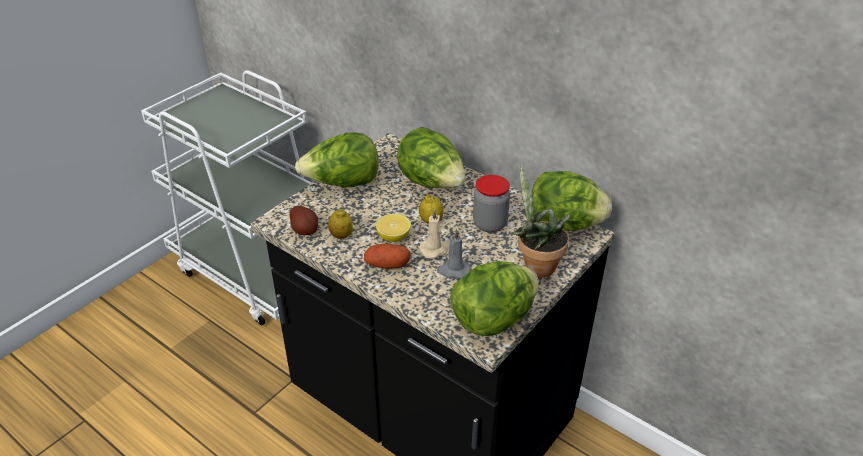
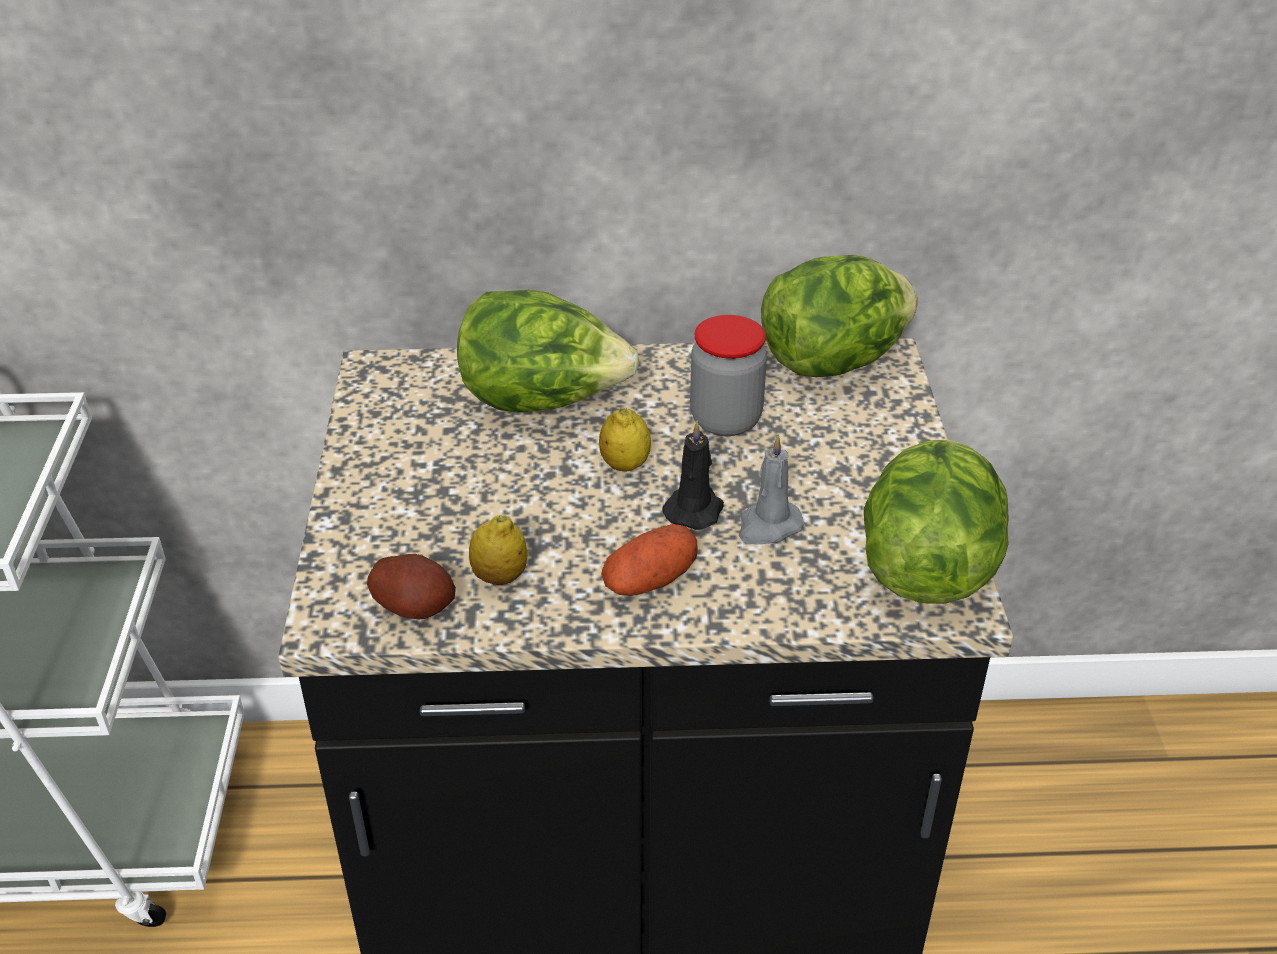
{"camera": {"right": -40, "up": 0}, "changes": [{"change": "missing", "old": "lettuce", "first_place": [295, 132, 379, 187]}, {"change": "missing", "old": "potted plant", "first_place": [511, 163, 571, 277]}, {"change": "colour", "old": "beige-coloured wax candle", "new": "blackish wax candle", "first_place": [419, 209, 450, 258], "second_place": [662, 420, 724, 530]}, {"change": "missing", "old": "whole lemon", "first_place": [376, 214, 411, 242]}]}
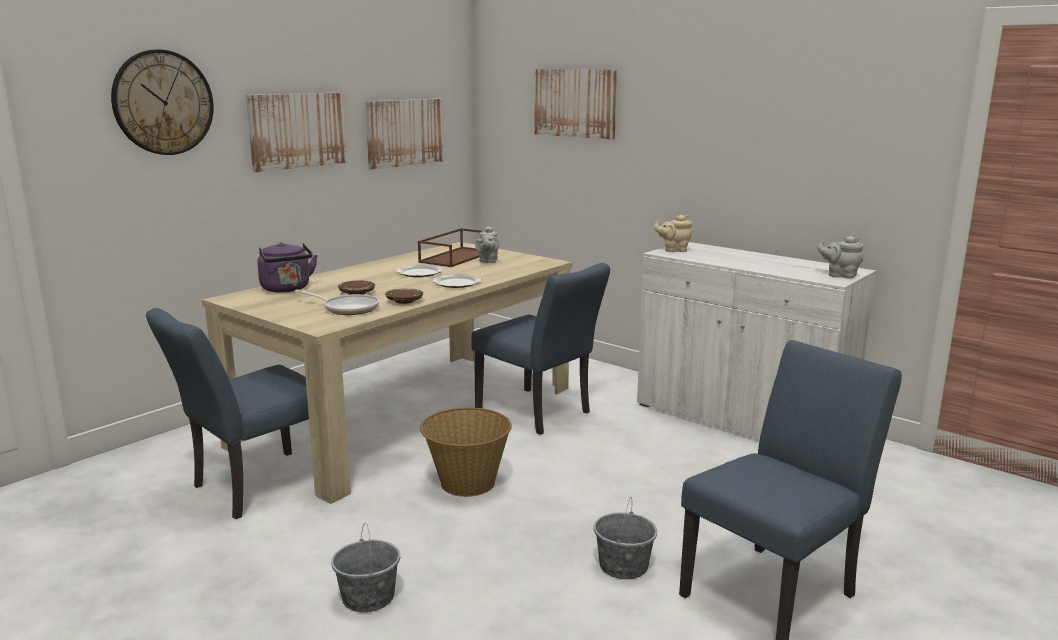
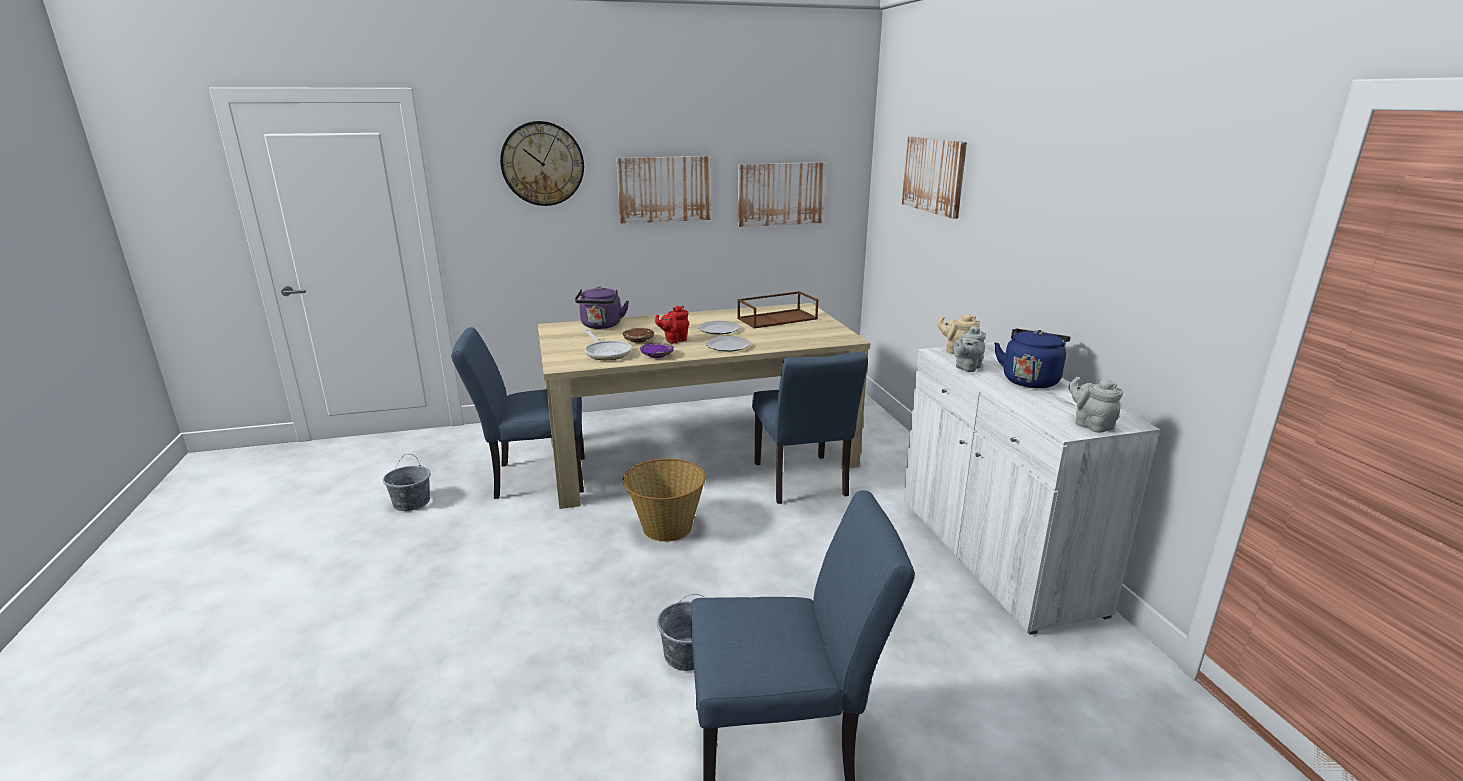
{"camera": {"right": 35, "up": 5}, "changes": [{"change": "relocated", "old": "greyish pot for tea", "first_place": [475, 226, 500, 263], "second_place": [953, 325, 986, 372]}, {"change": "colour", "old": "brownish dinner plate", "new": "purple-coloured dinner plate", "first_place": [385, 288, 423, 304], "second_place": [640, 343, 674, 358]}, {"change": "relocated", "old": "greyish bucket", "first_place": [331, 523, 400, 612], "second_place": [383, 454, 430, 511]}, {"change": "appeared", "new": "red pot for tea", "second_place": [655, 306, 689, 343]}, {"change": "appeared", "new": "bluish tea kettle", "second_place": [994, 329, 1070, 388]}]}
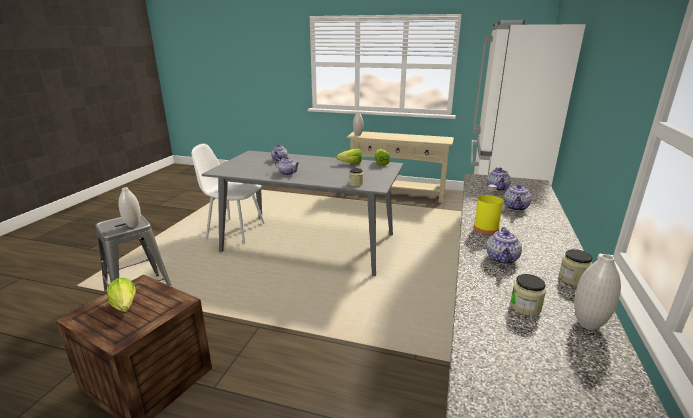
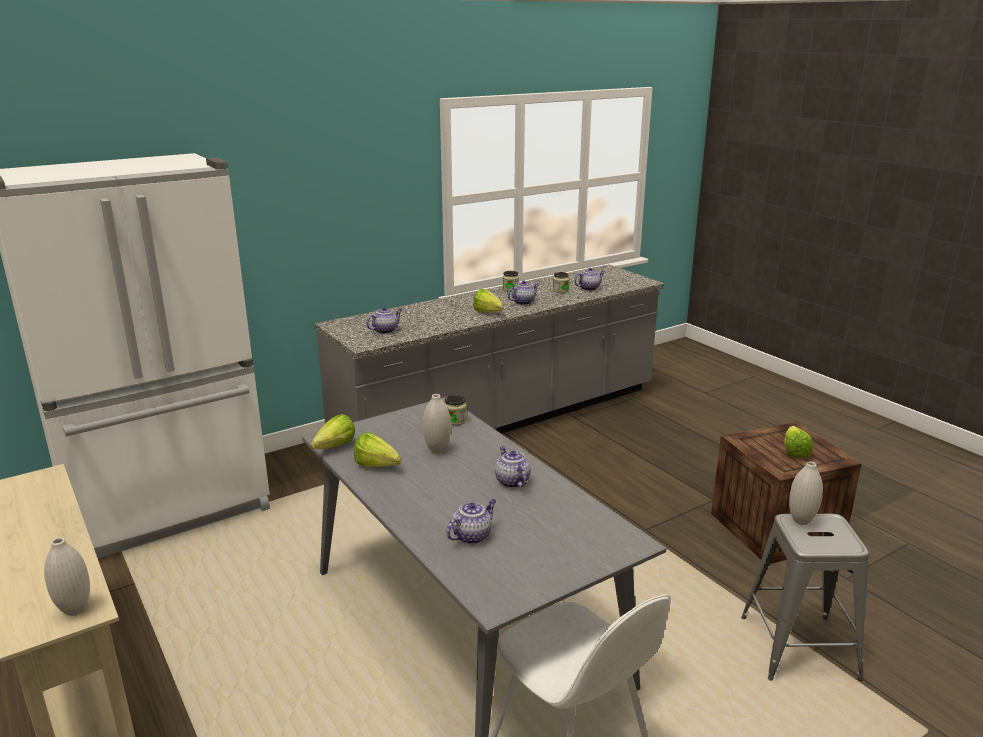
{"camera": {"right": -140, "up": 0}, "changes": [{"change": "relocated", "old": "pot for tea", "first_place": [504, 184, 531, 211], "second_place": [574, 268, 605, 291]}, {"change": "exchanged", "old": "yellowish drink bottle", "new": "lettuce", "first_place": [473, 185, 503, 235], "second_place": [473, 289, 504, 313]}, {"change": "relocated", "old": "white-coloured decorative vase", "first_place": [574, 254, 621, 330], "second_place": [423, 394, 451, 454]}]}
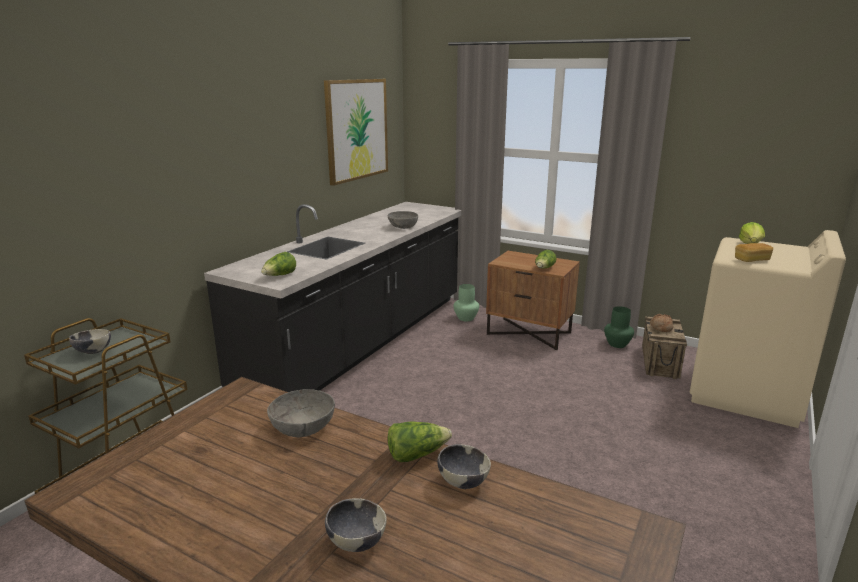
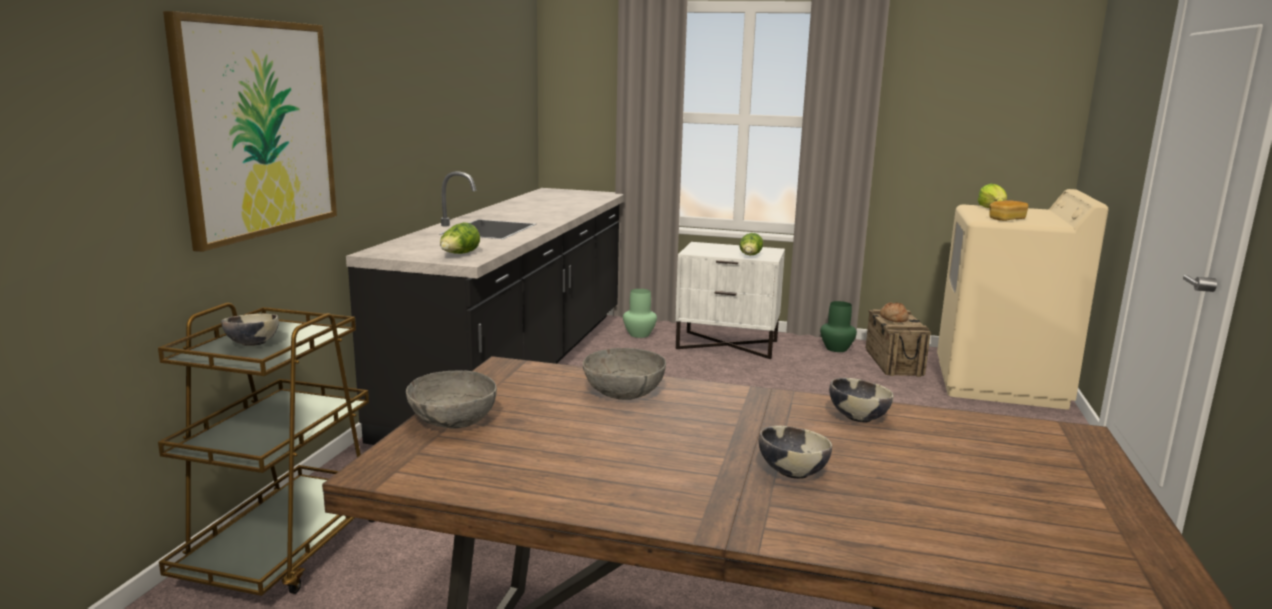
{"camera": {"right": -15, "up": -5}, "changes": [{"change": "relocated", "old": "wall art", "first_place": [324, 79, 388, 186], "second_place": [163, 11, 337, 252]}, {"change": "relocated", "old": "greyish deep dish", "first_place": [388, 211, 418, 229], "second_place": [406, 370, 497, 429]}, {"change": "colour", "old": "brownish night table", "new": "white-coloured night table", "first_place": [486, 251, 580, 350], "second_place": [675, 242, 785, 359]}, {"change": "missing", "old": "lettuce", "first_place": [387, 421, 452, 462]}]}
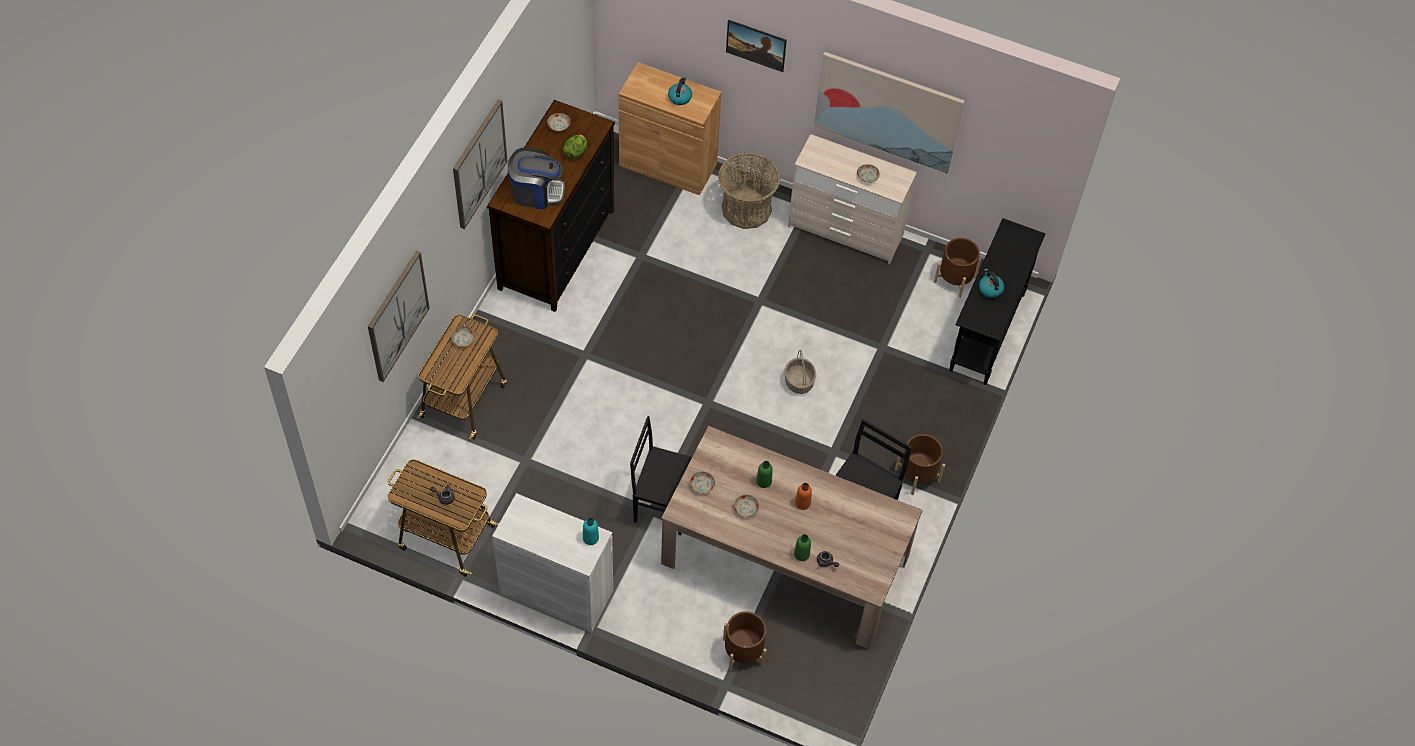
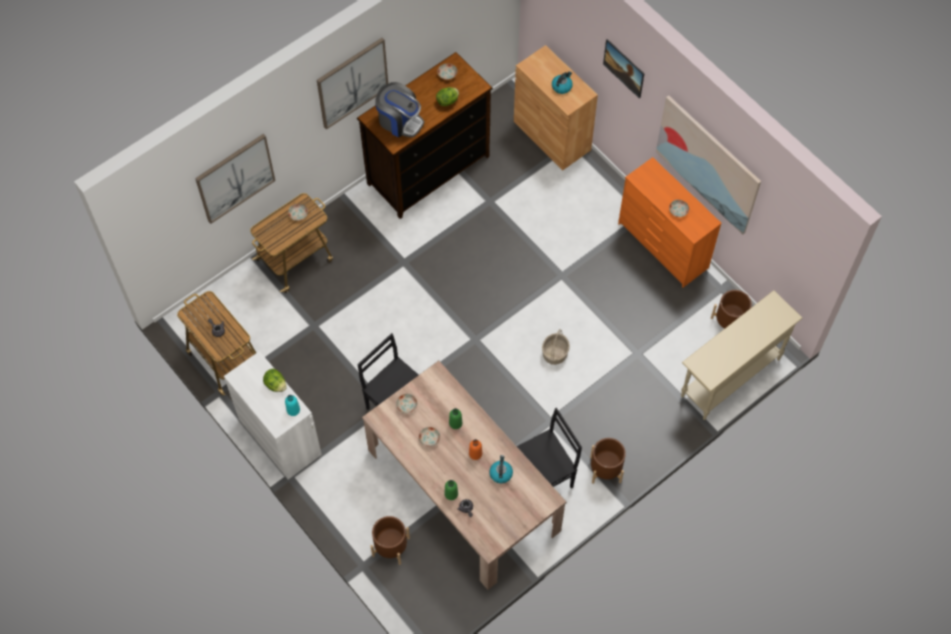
{"camera": {"right": 30, "up": 5}, "changes": [{"change": "colour", "old": "beige-coloured dresser", "new": "orange-coloured dresser", "first_place": [788, 134, 917, 264], "second_place": [618, 157, 722, 288]}, {"change": "missing", "old": "household basket", "first_place": [718, 152, 781, 229]}, {"change": "colour", "old": "blackish narrow table", "new": "beige-coloured narrow table", "first_place": [949, 218, 1045, 385], "second_place": [681, 290, 802, 420]}, {"change": "relocated", "old": "tea kettle", "first_place": [979, 269, 1004, 298], "second_place": [489, 455, 513, 483]}, {"change": "appeared", "new": "lettuce", "second_place": [263, 369, 287, 392]}]}
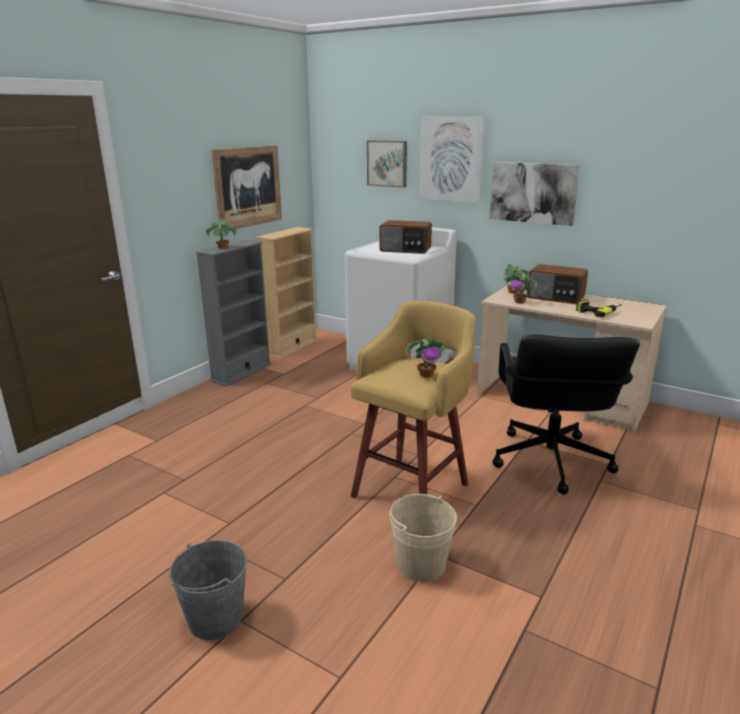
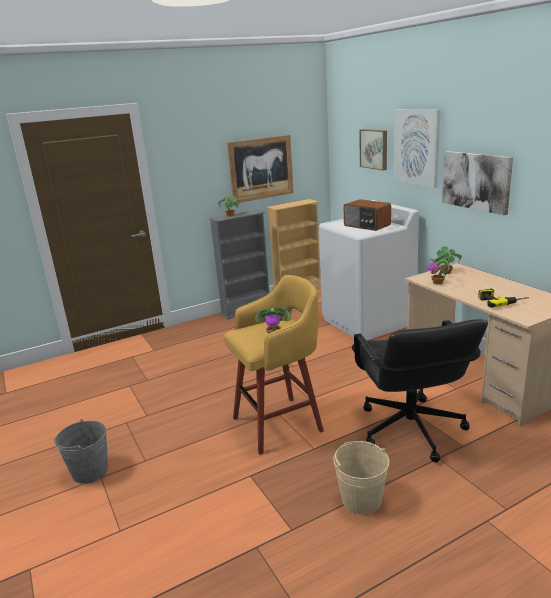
{"camera": {"right": 30, "up": 0}, "changes": [{"change": "missing", "old": "radio set", "first_place": [527, 264, 588, 304]}, {"change": "spun", "old": "blackish desk chair", "first_place": [493, 335, 640, 494], "second_place": [352, 319, 488, 463], "degrees": -45}, {"change": "relocated", "old": "beige-coloured bucket", "first_place": [389, 494, 457, 582], "second_place": [333, 441, 390, 514]}]}
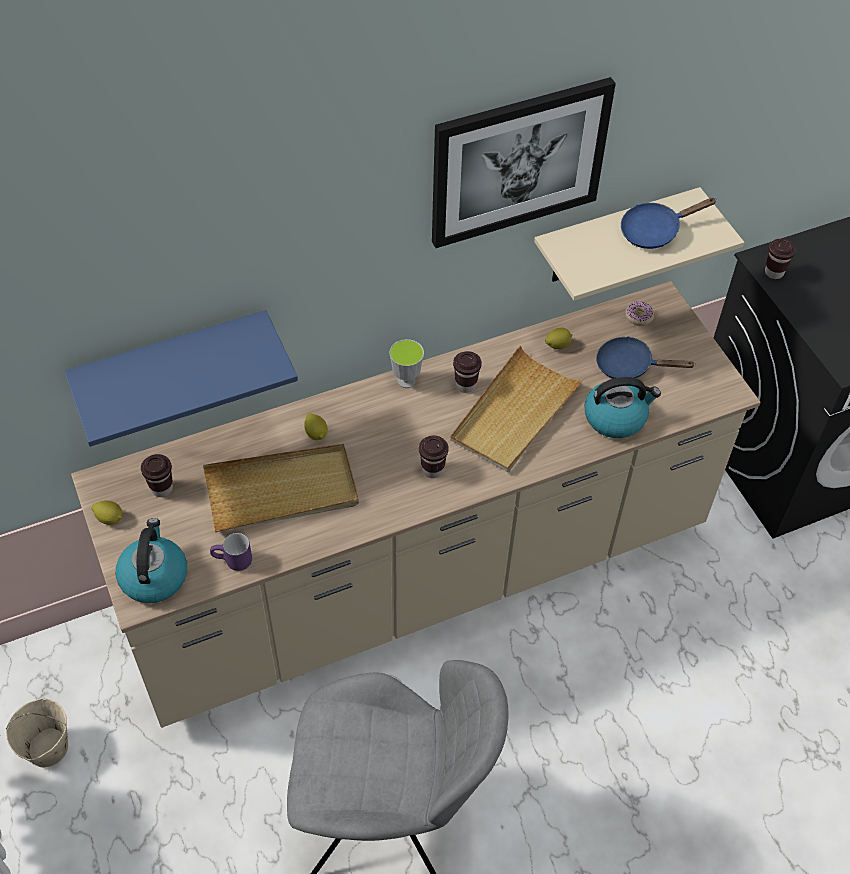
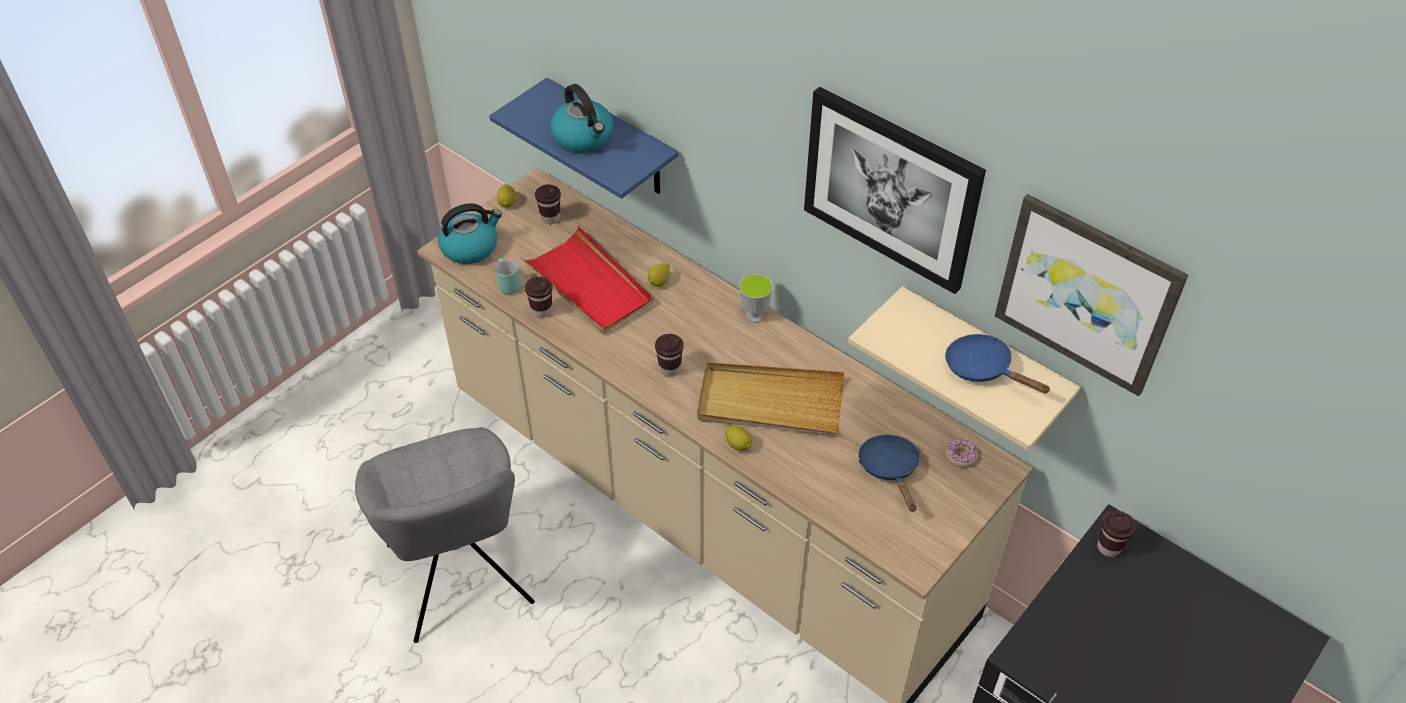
{"camera": {"right": 65, "up": -5}, "changes": [{"change": "relocated", "old": "whole lemon", "first_place": [545, 328, 572, 349], "second_place": [725, 426, 752, 451]}, {"change": "relocated", "old": "brownish small cup", "first_place": [453, 351, 482, 393], "second_place": [525, 276, 553, 318]}, {"change": "relocated", "old": "tea kettle", "first_place": [584, 377, 661, 438], "second_place": [551, 84, 613, 153]}, {"change": "colour", "old": "beige-coloured serving tray", "new": "red serving tray", "first_place": [203, 444, 359, 532], "second_place": [522, 226, 654, 334]}, {"change": "colour", "old": "purple-coloured tea mug", "new": "blue-green tea mug", "first_place": [210, 533, 252, 571], "second_place": [496, 258, 521, 294]}, {"change": "missing", "old": "beige-coloured bucket", "first_place": [6, 698, 68, 768]}, {"change": "appeared", "new": "wall art", "second_place": [995, 194, 1188, 396]}]}
